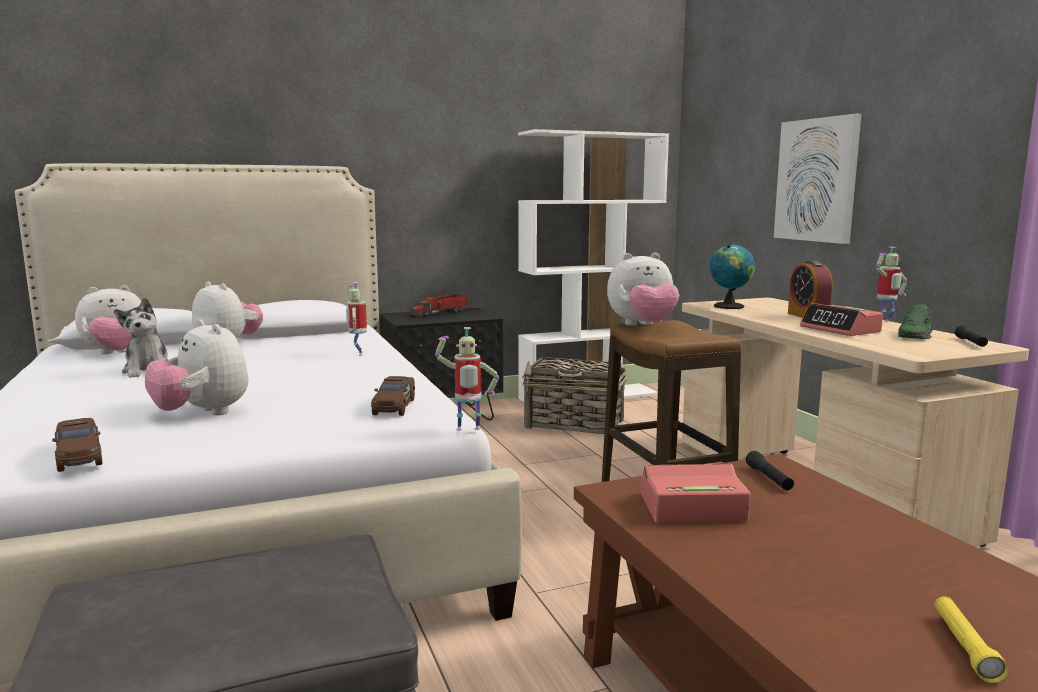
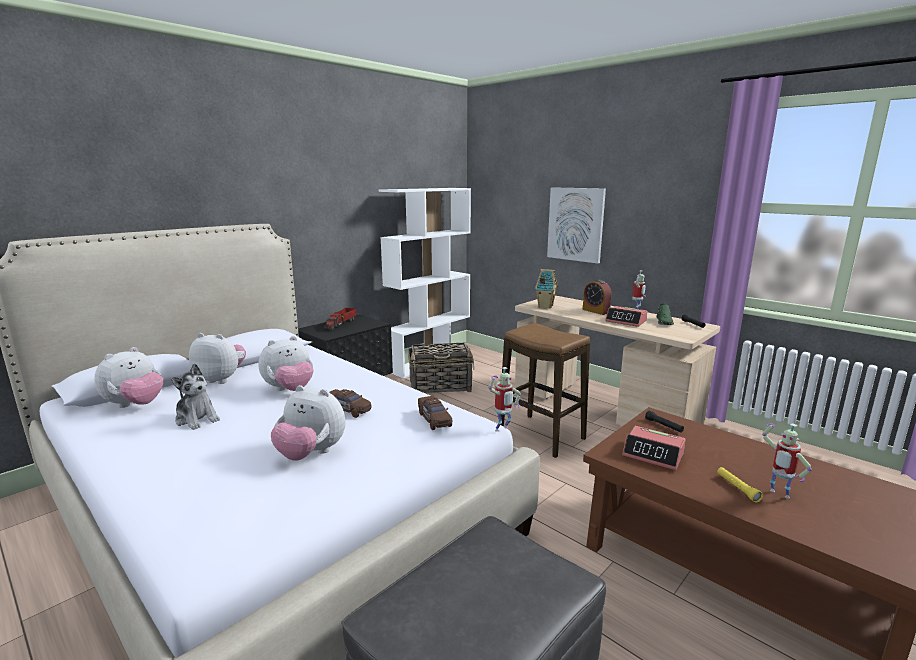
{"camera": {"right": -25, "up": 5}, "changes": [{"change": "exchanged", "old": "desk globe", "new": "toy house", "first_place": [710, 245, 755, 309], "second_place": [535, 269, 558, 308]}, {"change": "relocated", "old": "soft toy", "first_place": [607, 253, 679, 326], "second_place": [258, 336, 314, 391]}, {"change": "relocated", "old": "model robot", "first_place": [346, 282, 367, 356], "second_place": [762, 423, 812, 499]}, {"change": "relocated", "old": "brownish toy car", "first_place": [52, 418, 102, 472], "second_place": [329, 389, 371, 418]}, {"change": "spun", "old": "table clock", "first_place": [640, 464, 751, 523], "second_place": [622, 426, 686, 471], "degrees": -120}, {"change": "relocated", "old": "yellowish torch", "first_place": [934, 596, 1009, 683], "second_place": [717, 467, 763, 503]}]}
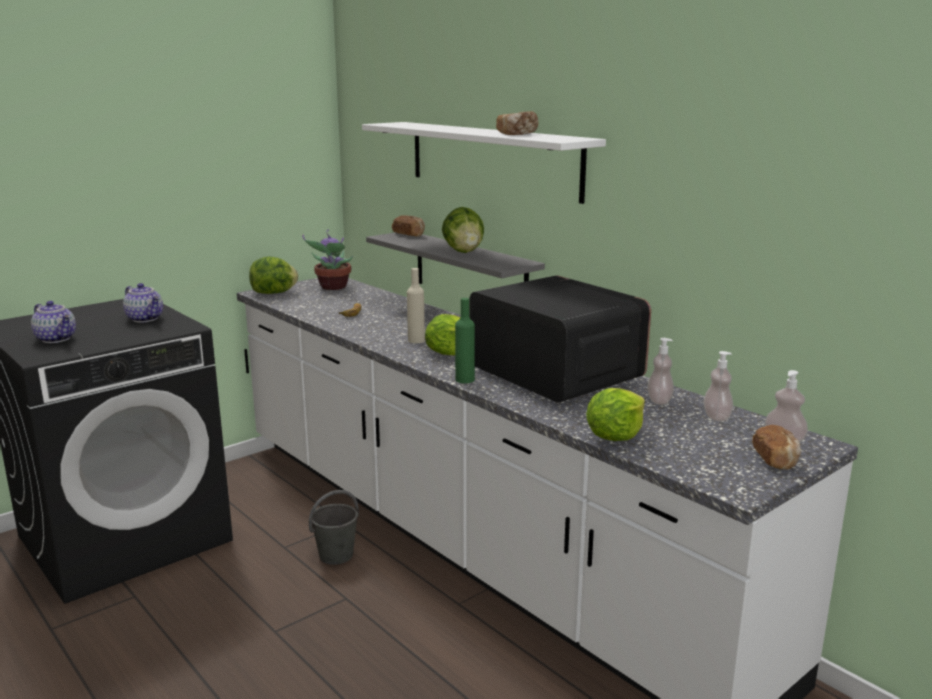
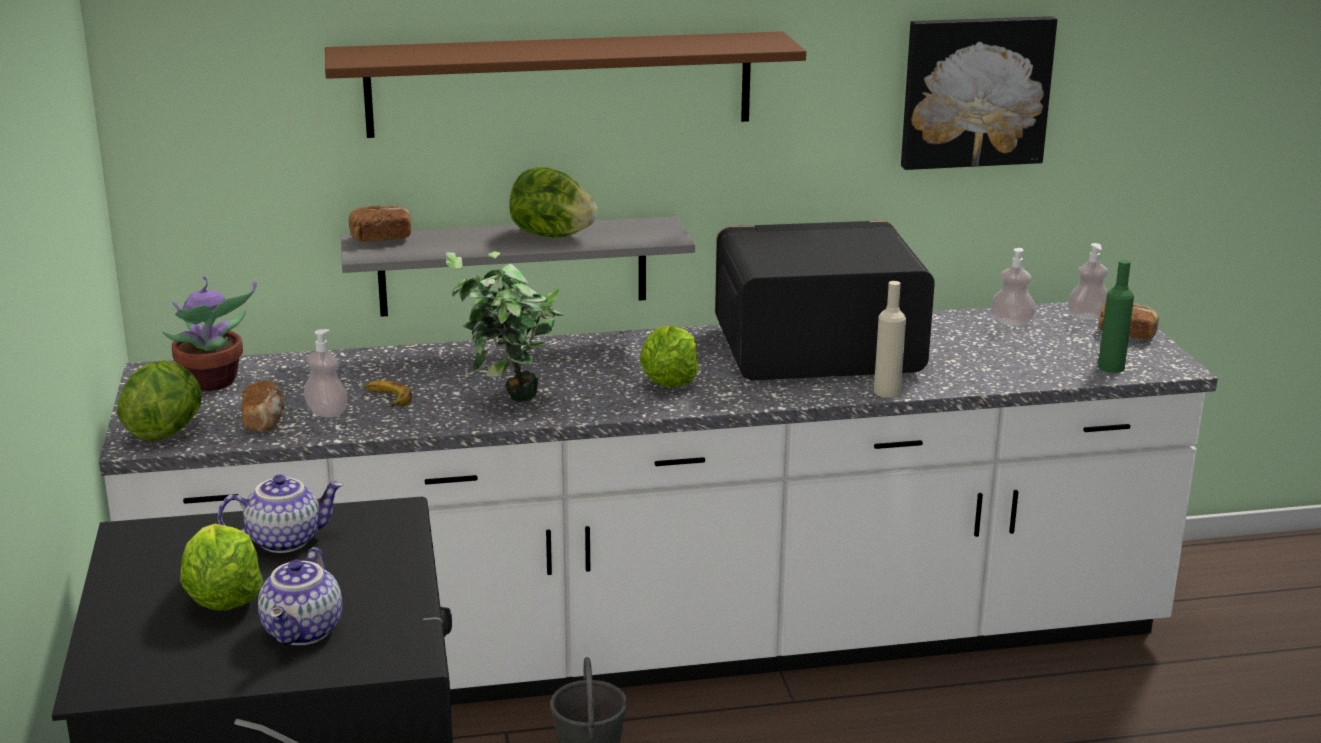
{"camera": {"right": -60, "up": 5}, "changes": [{"change": "relocated", "old": "bakery bread", "first_place": [496, 111, 538, 135], "second_place": [241, 380, 285, 432]}, {"change": "colour", "old": "white-coloured wall shelf", "new": "brownish wall shelf", "first_place": [362, 122, 606, 204], "second_place": [325, 31, 806, 138]}, {"change": "relocated", "old": "beige-coloured drink bottle", "first_place": [407, 268, 425, 343], "second_place": [874, 281, 906, 398]}, {"change": "relocated", "old": "green drink bottle", "first_place": [455, 298, 475, 383], "second_place": [1098, 260, 1134, 373]}, {"change": "spun", "old": "pot for tea", "first_place": [31, 301, 76, 343], "second_place": [258, 547, 342, 645], "degrees": 120}, {"change": "relocated", "old": "soap dispenser", "first_place": [647, 338, 674, 405], "second_place": [304, 329, 348, 418]}, {"change": "relocated", "old": "lettuce", "first_place": [586, 388, 645, 441], "second_place": [180, 524, 263, 611]}, {"change": "appeared", "new": "wall art", "second_place": [901, 16, 1057, 170]}, {"change": "appeared", "new": "potted plant", "second_place": [446, 251, 564, 402]}]}
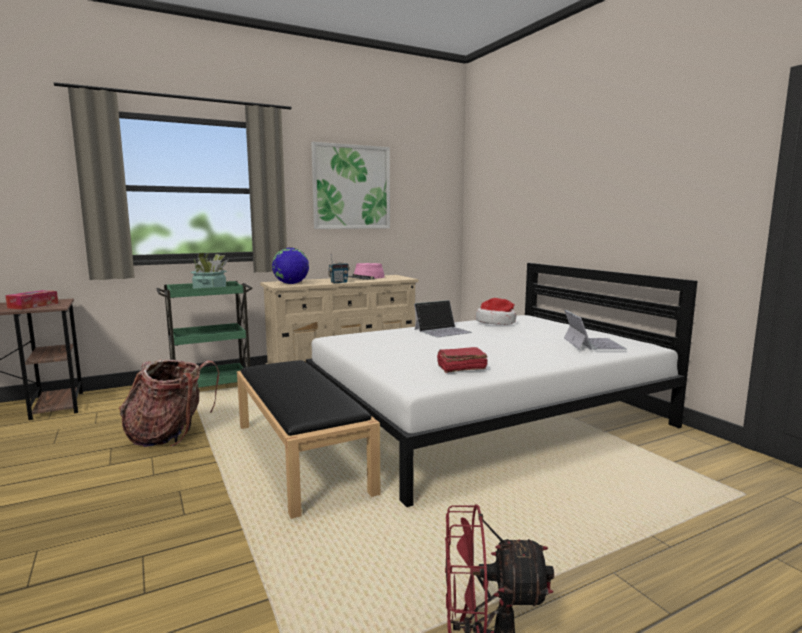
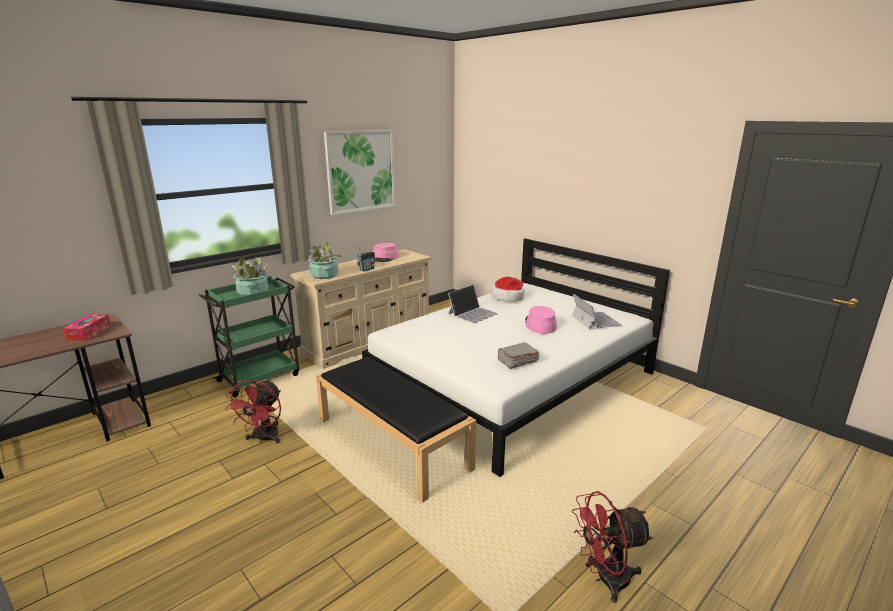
{"camera": {"right": -15, "up": 10}, "changes": [{"change": "exchanged", "old": "desk globe", "new": "potted plant", "first_place": [272, 247, 309, 284], "second_place": [307, 242, 344, 279]}, {"change": "colour", "old": "red bound book", "new": "greyish bound book", "first_place": [437, 347, 487, 373], "second_place": [497, 342, 539, 369]}, {"change": "exchanged", "old": "knapsack", "new": "red electric fan", "first_place": [119, 359, 219, 447], "second_place": [225, 379, 281, 443]}, {"change": "appeared", "new": "pinkish hat", "second_place": [525, 306, 557, 334]}]}
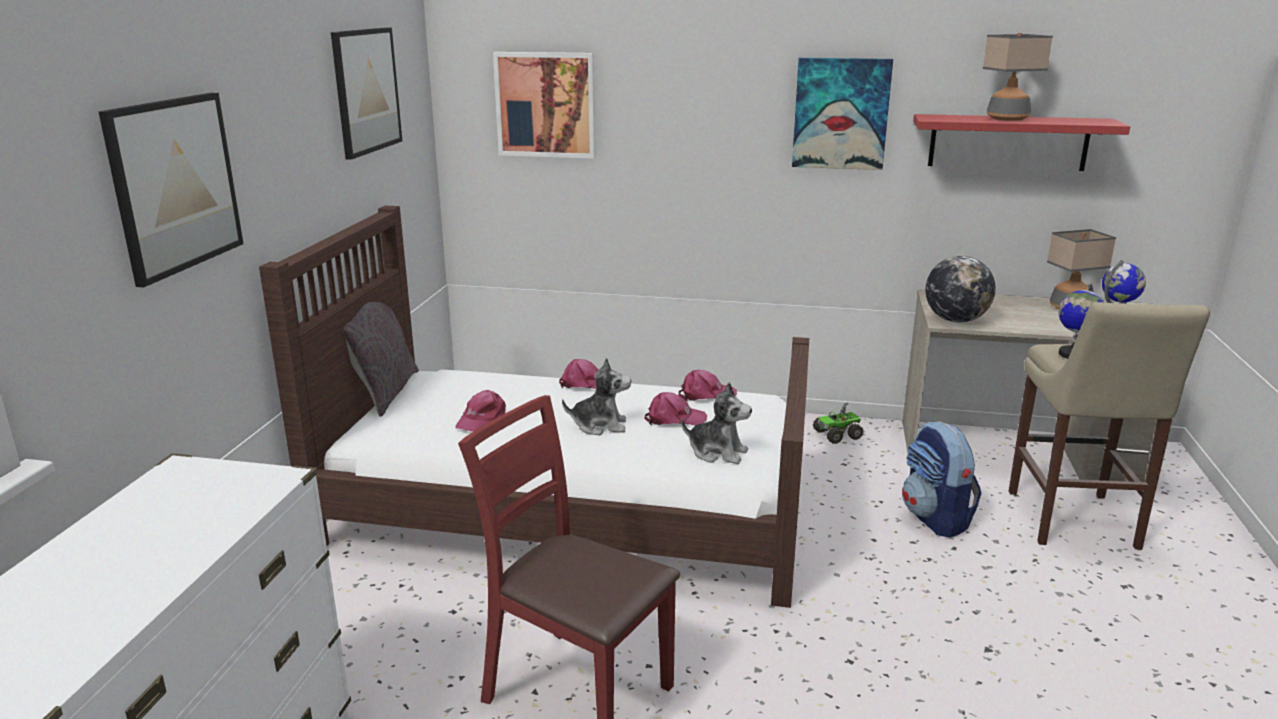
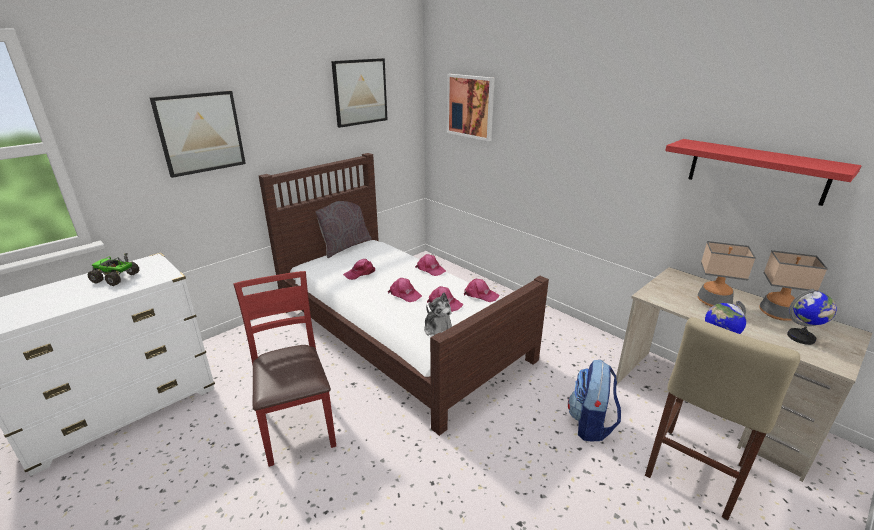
{"camera": {"right": 35, "up": 5}, "changes": [{"change": "relocated", "old": "tabletop lamp", "first_place": [983, 33, 1053, 121], "second_place": [698, 241, 756, 307]}, {"change": "missing", "old": "wall art", "first_place": [792, 58, 893, 170]}, {"change": "missing", "old": "desk globe", "first_place": [925, 256, 995, 322]}, {"change": "exchanged", "old": "soft toy", "new": "pinkish peaked cap", "first_place": [562, 357, 631, 435], "second_place": [388, 278, 422, 302]}, {"change": "relocated", "old": "toy truck", "first_place": [813, 403, 864, 444], "second_place": [87, 253, 139, 286]}]}
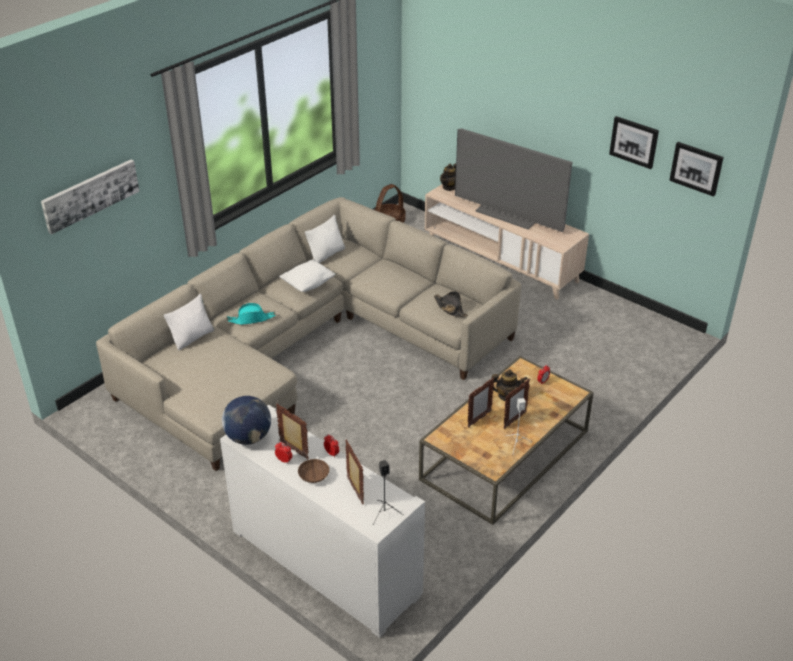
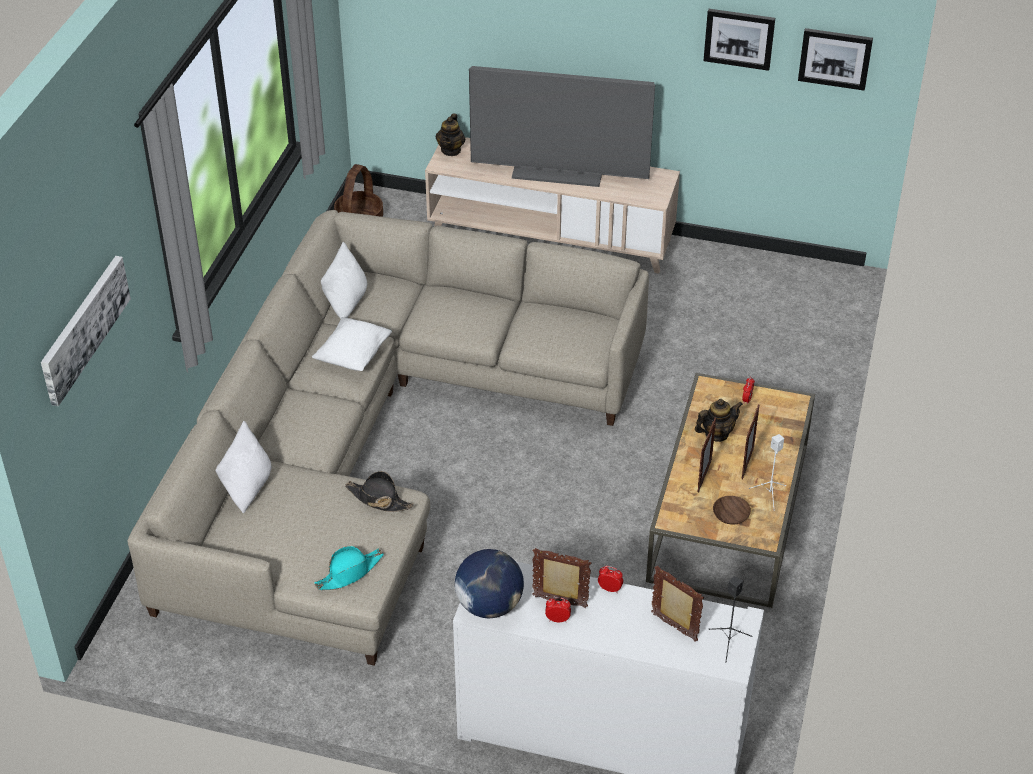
{"camera": {"right": -25, "up": 5}, "changes": [{"change": "relocated", "old": "blackish hat", "first_place": [434, 291, 468, 317], "second_place": [345, 471, 414, 512]}, {"change": "relocated", "old": "blue-green hat", "first_place": [227, 303, 276, 325], "second_place": [315, 546, 384, 590]}, {"change": "relocated", "old": "brownish deep dish", "first_place": [298, 459, 329, 483], "second_place": [713, 496, 751, 525]}]}
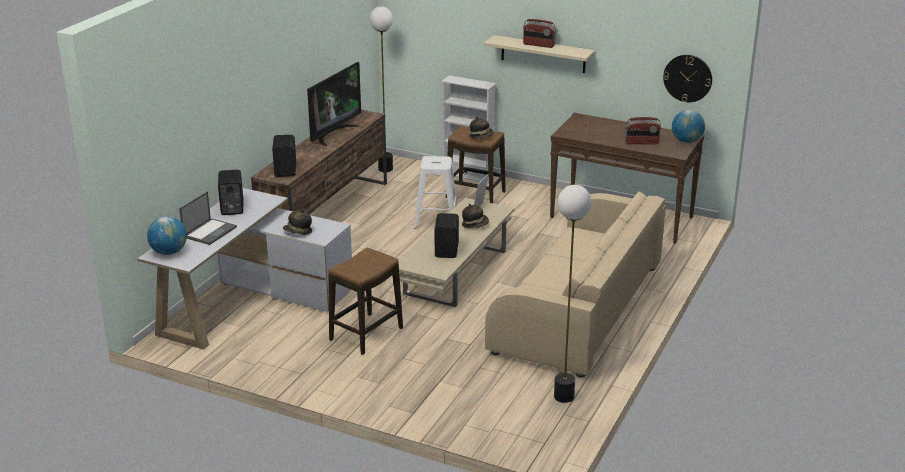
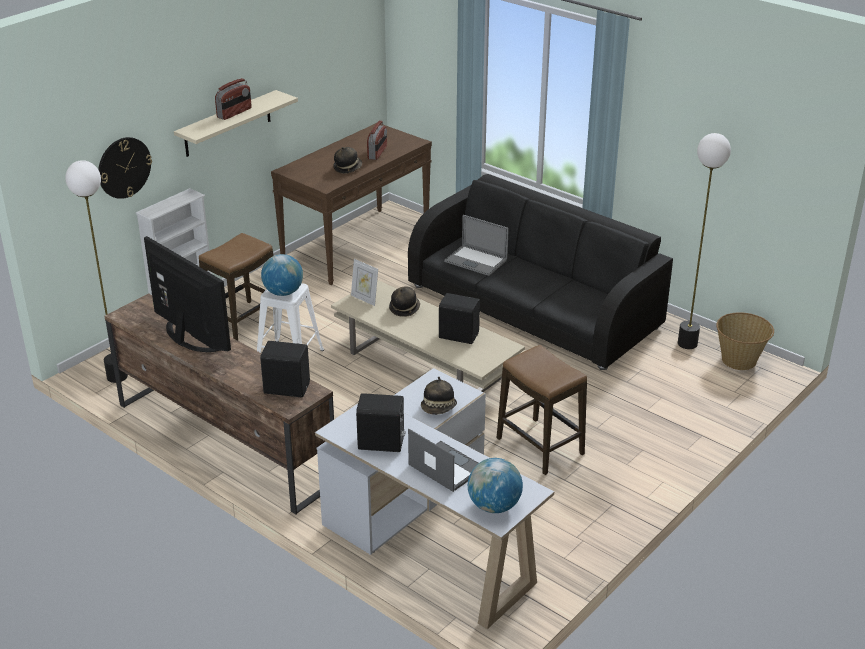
{"camera": {"right": -75, "up": 5}, "changes": [{"change": "relocated", "old": "clock on the wall", "first_place": [663, 55, 712, 102], "second_place": [98, 137, 152, 199]}, {"change": "relocated", "old": "desk globe", "first_place": [672, 110, 705, 143], "second_place": [261, 254, 303, 296]}, {"change": "relocated", "old": "hat", "first_place": [469, 116, 494, 139], "second_place": [333, 147, 362, 174]}, {"change": "colour", "old": "beige-coloured settee", "new": "blackish settee", "first_place": [485, 192, 665, 378], "second_place": [408, 174, 673, 370]}, {"change": "appeared", "new": "laptop", "second_place": [444, 215, 509, 276]}, {"change": "appeared", "new": "household basket", "second_place": [716, 312, 774, 370]}]}
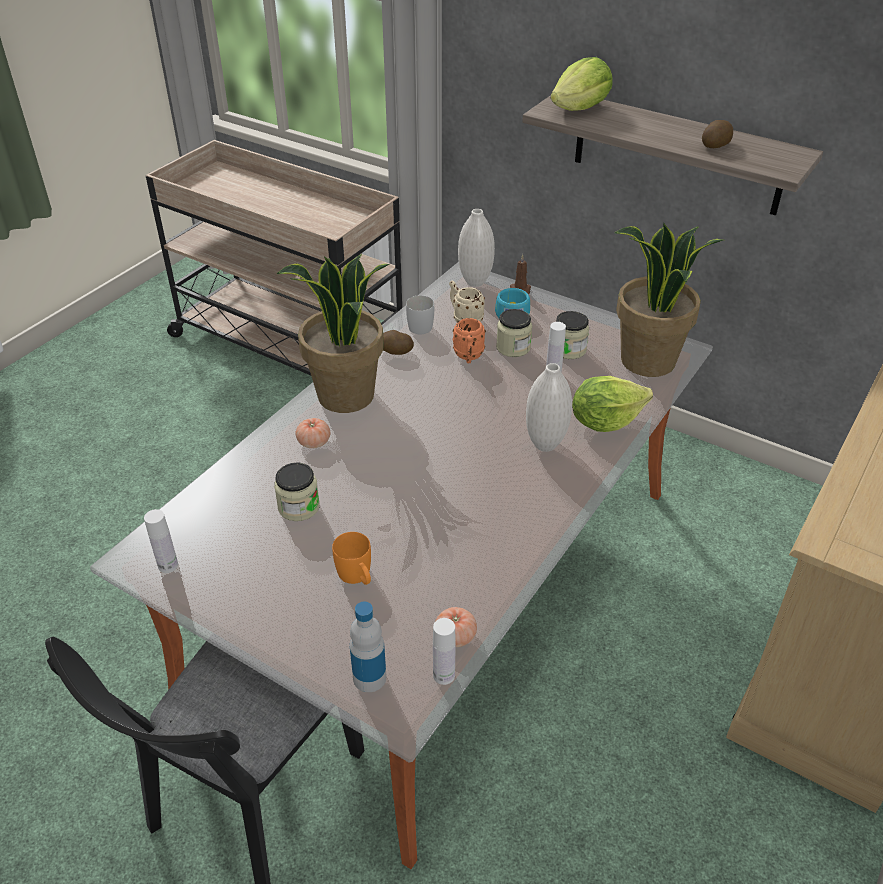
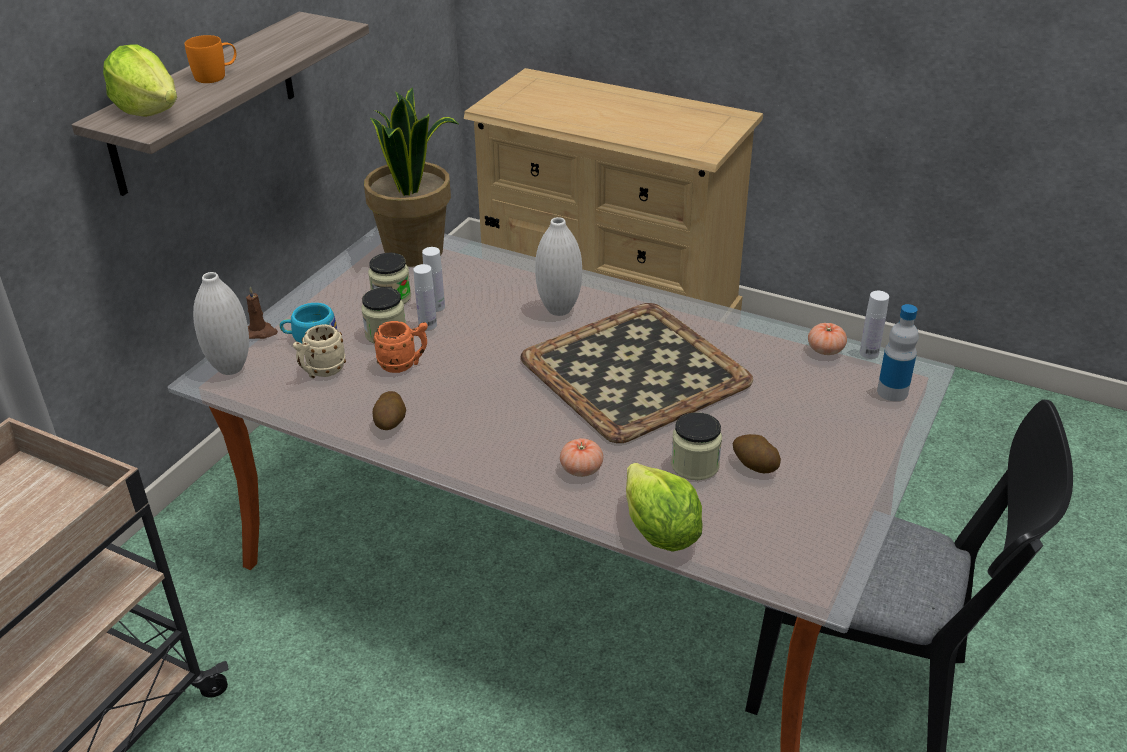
{"camera": {"right": -95, "up": -5}, "changes": [{"change": "relocated", "old": "whole potato", "first_place": [702, 120, 733, 148], "second_place": [732, 434, 781, 473]}, {"change": "missing", "old": "potted plant", "first_place": [276, 254, 390, 413]}, {"change": "missing", "old": "white-coloured tea mug", "first_place": [406, 295, 434, 334]}, {"change": "relocated", "old": "lettuce", "first_place": [572, 376, 653, 432], "second_place": [626, 463, 703, 552]}, {"change": "relocated", "old": "white-coloured drink bottle", "first_place": [144, 509, 178, 573], "second_place": [413, 264, 437, 330]}, {"change": "relocated", "old": "orange-coloured tea mug", "first_place": [332, 532, 371, 585], "second_place": [185, 35, 237, 83]}, {"change": "appeared", "new": "serving tray", "second_place": [521, 303, 753, 443]}]}
